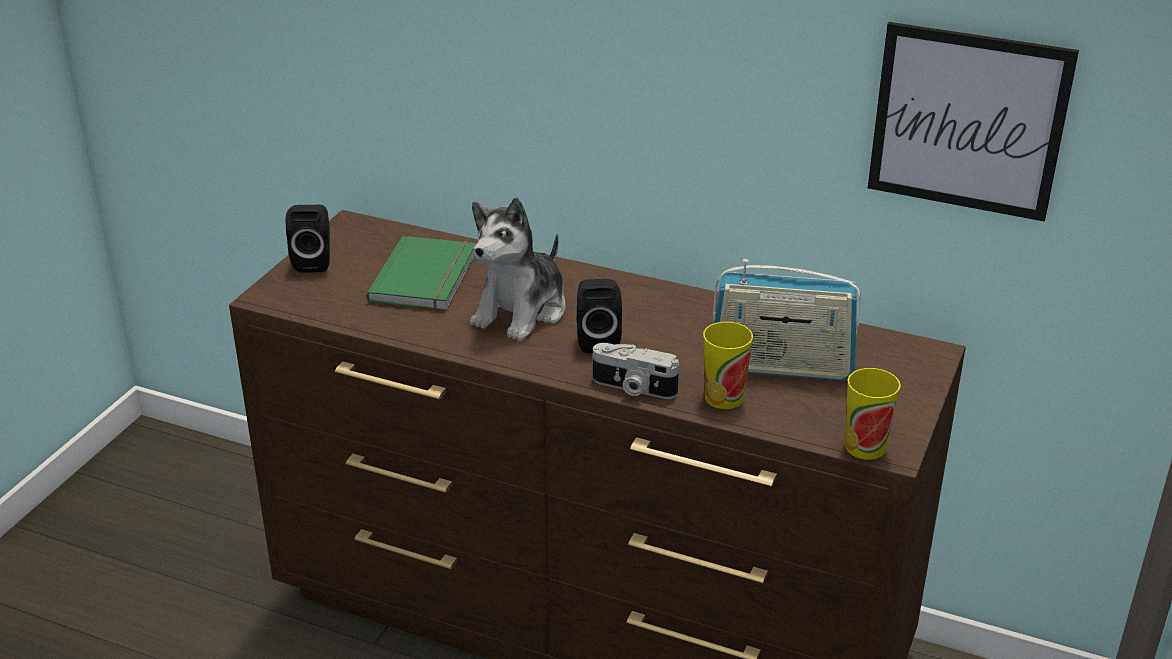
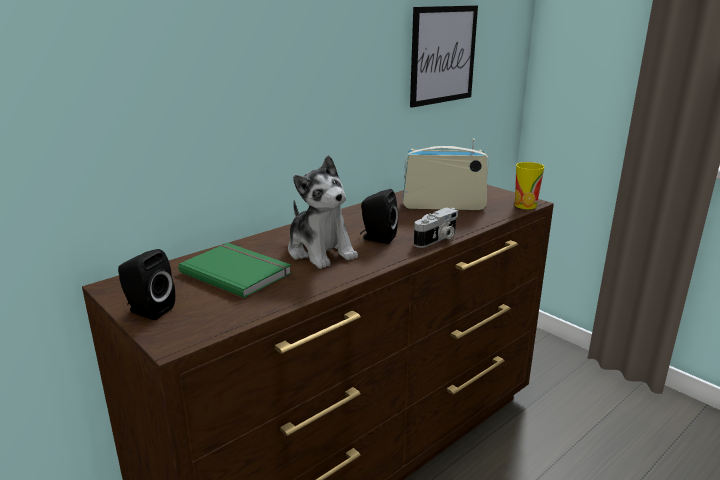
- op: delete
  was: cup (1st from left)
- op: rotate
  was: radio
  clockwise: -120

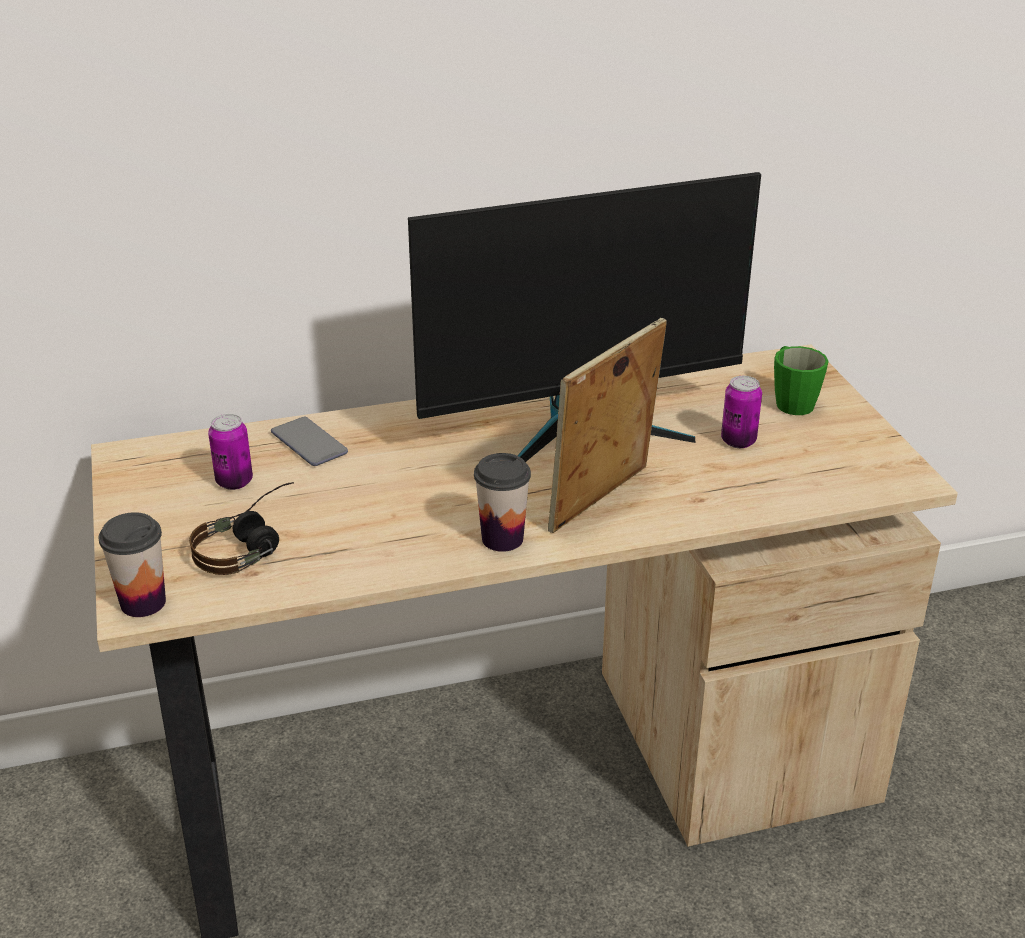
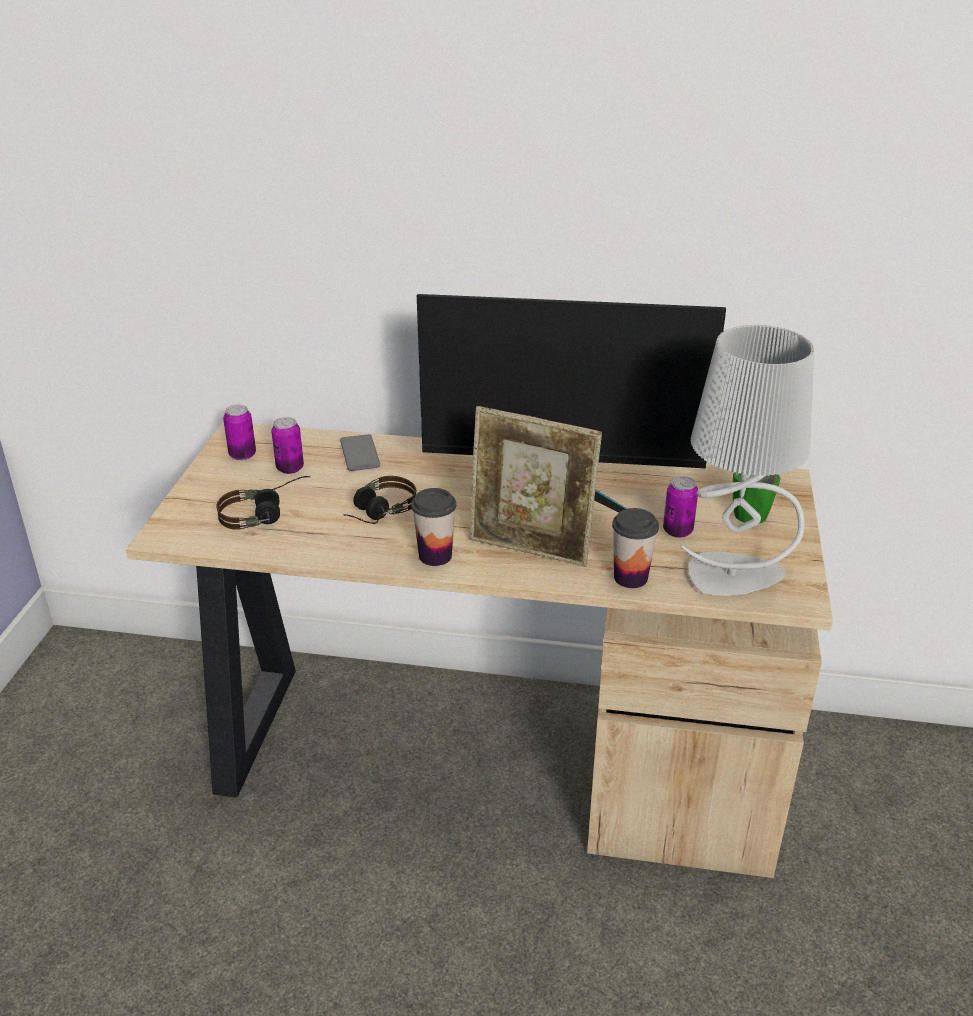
- op: move
  was: cup (1st from left in the first image)
  now: cup (2nd from left)
- op: rotate
  was: picture frame
  clockwise: -135
- op: insert
  now: can (1st from left)
- op: insert
  now: headphones (2nd from left)
- op: insert
  now: table lamp (grey)

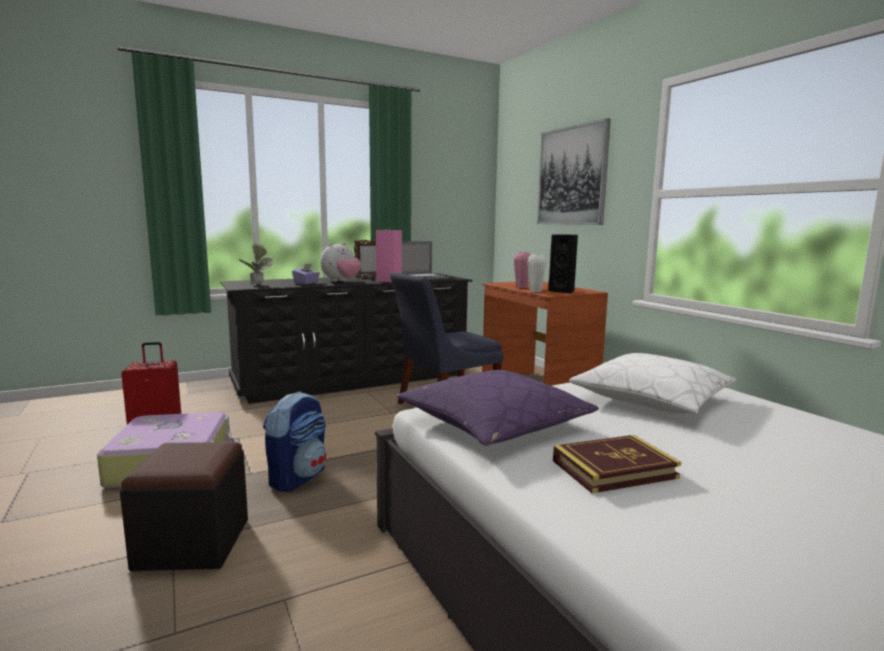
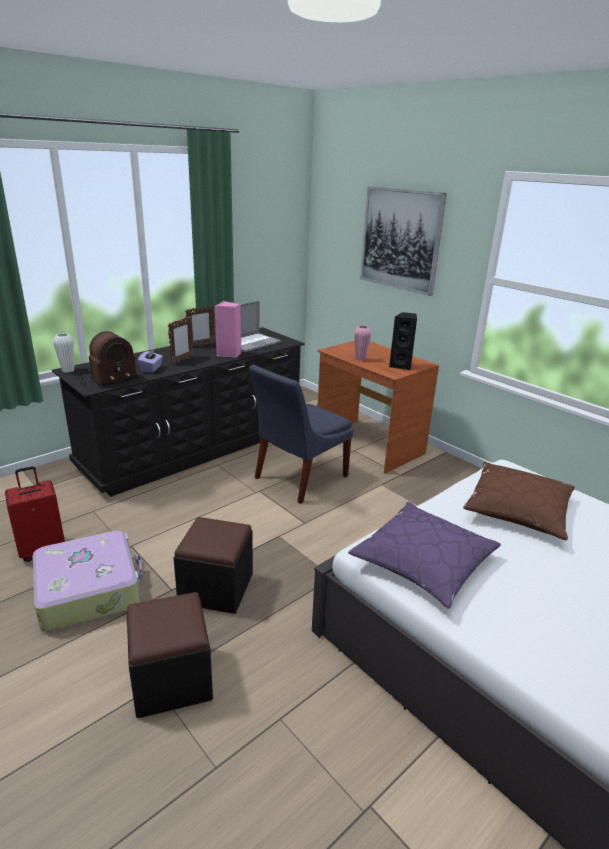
- op: replace
  was: potted plant
  now: radio
- op: replace
  was: backpack
  now: ottoman (black) (2nd from left)
- op: replace
  was: plush toy
  now: picture frame (1st from left)
- op: move
  was: vase (white)
- op: delete
  was: book
- op: recolor
  was: pillow (white)
  now: pillow (brown)

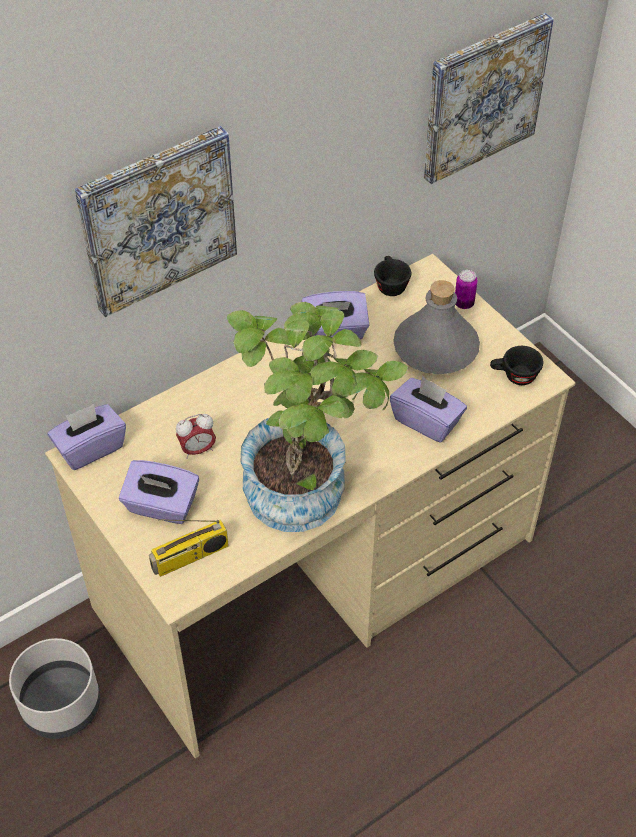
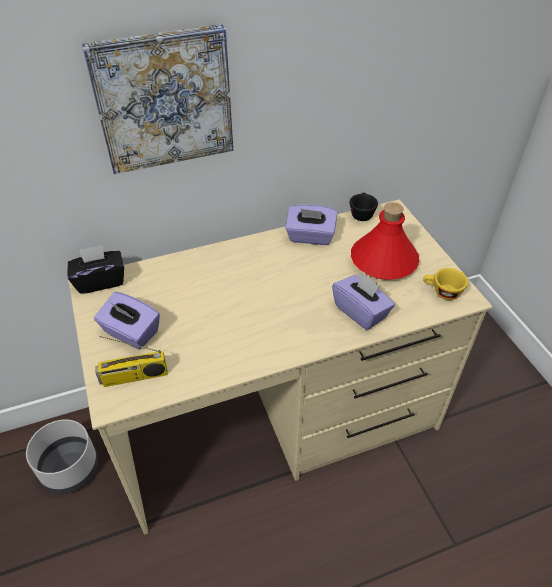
- op: recolor
  was: tissue box (purple) (1st from left)
  now: tissue box (black)
- op: delete
  was: alarm clock
- op: delete
  was: potted plant
- op: recolor
  was: bottle (grey)
  now: bottle (red)
- op: delete
  was: picture (2nd from left)
- op: delete
  was: can
- op: recolor
  was: cup (black) (2nd from left)
  now: cup (yellow)

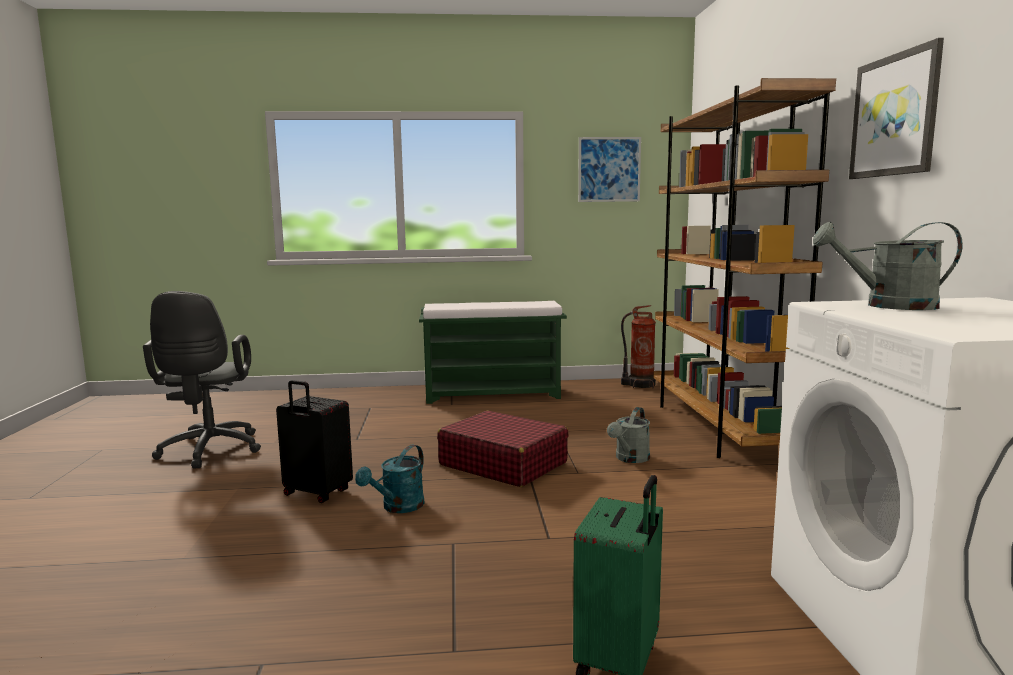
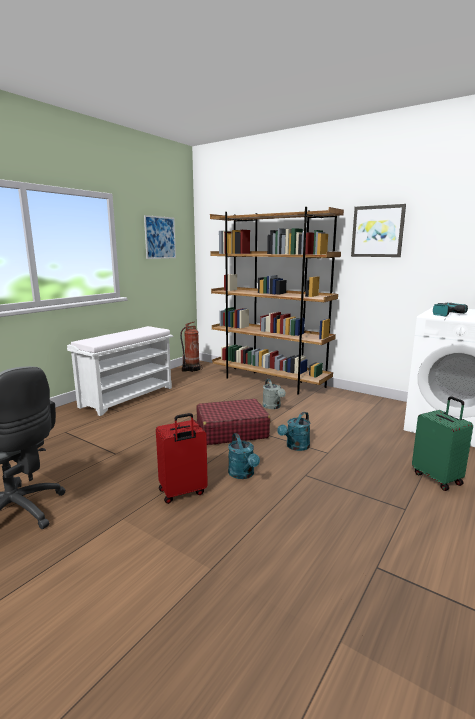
- op: recolor
  was: suitcase (black)
  now: suitcase (red) (1st from left)
- op: recolor
  was: bench (green)
  now: bench (white)
- op: replace
  was: watering can (grey) (2nd from left)
  now: power drill
- op: insert
  now: watering can (turquoise) (2nd from left)

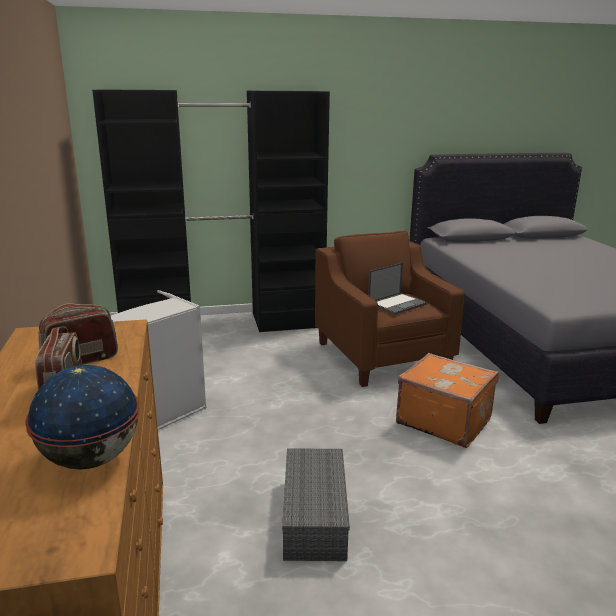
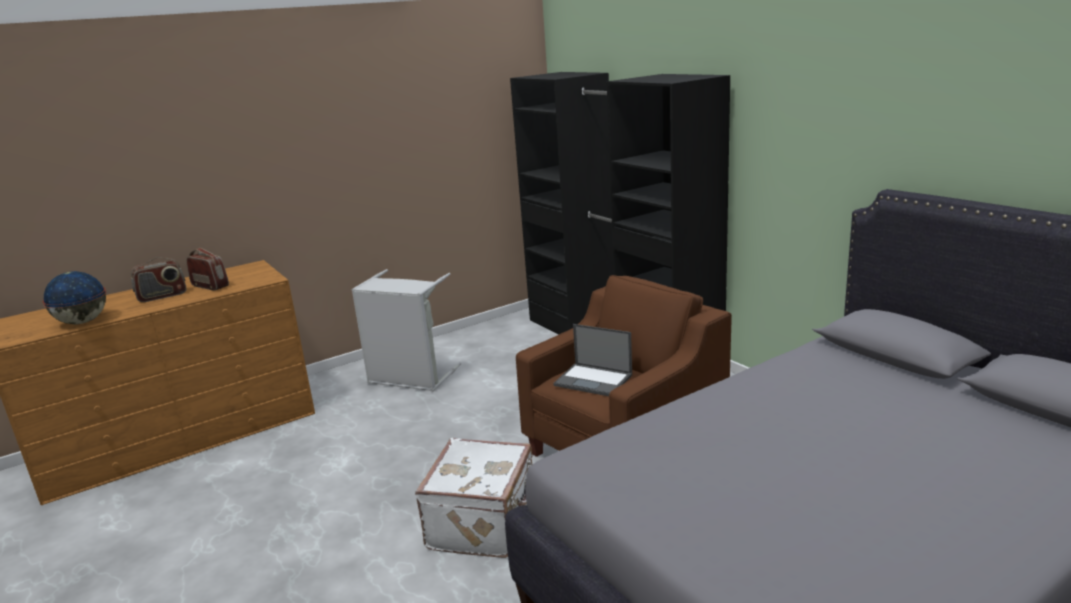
- op: delete
  was: storage box (grey)
- op: recolor
  was: suitcase (orange)
  now: suitcase (white)

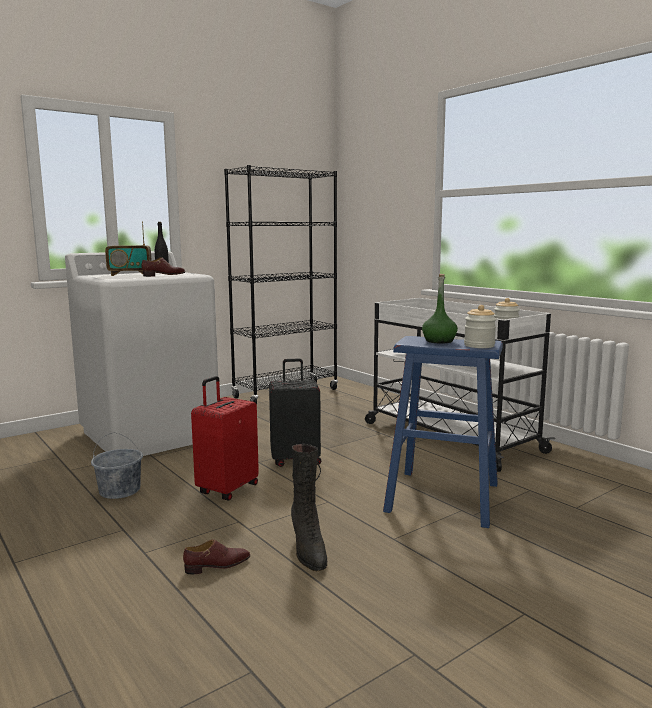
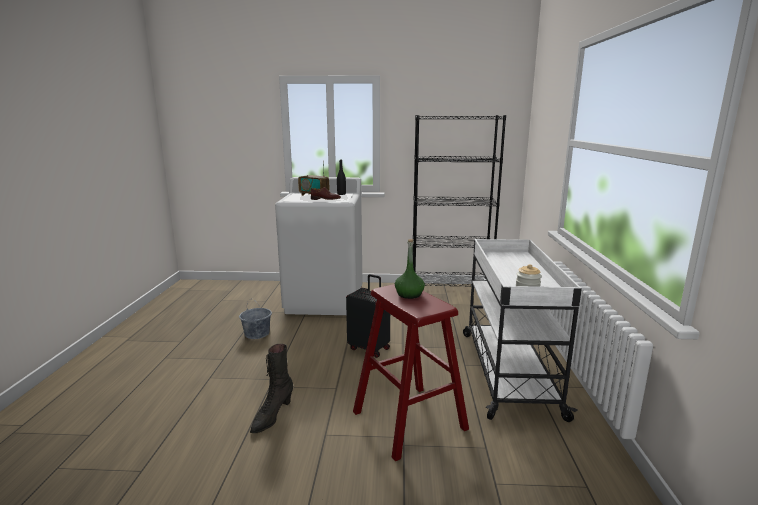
- op: delete
  was: shoe (brown) (2nd from left)
- op: delete
  was: suitcase (red)
- op: recolor
  was: stool (blue)
  now: stool (red)
- op: delete
  was: jar (1st from left)

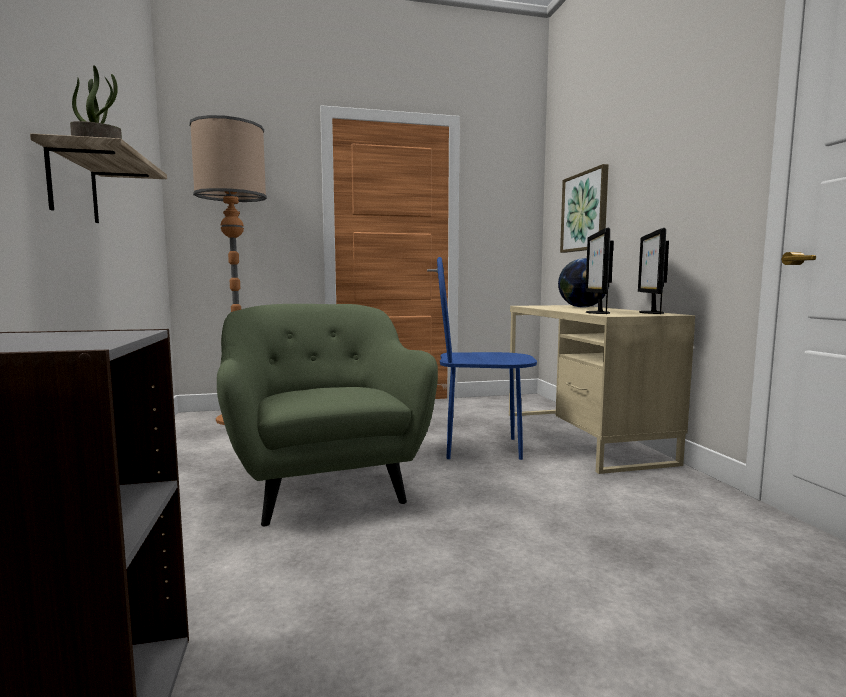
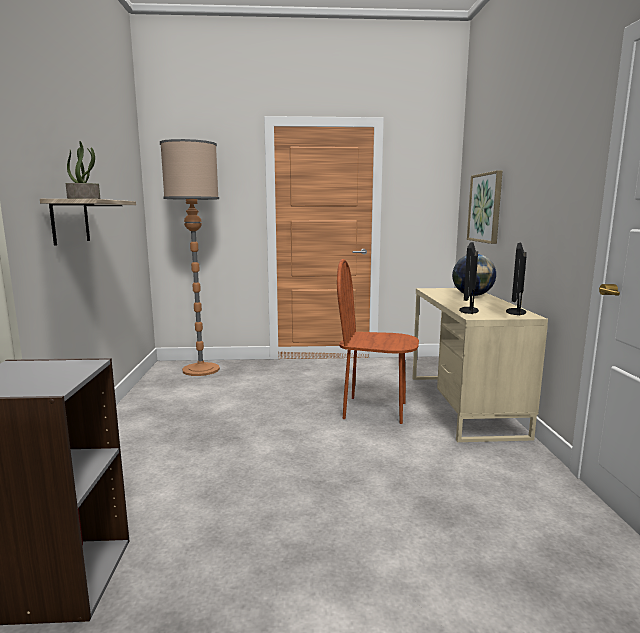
- op: delete
  was: armchair (green)
- op: recolor
  was: chair (blue)
  now: chair (brown)

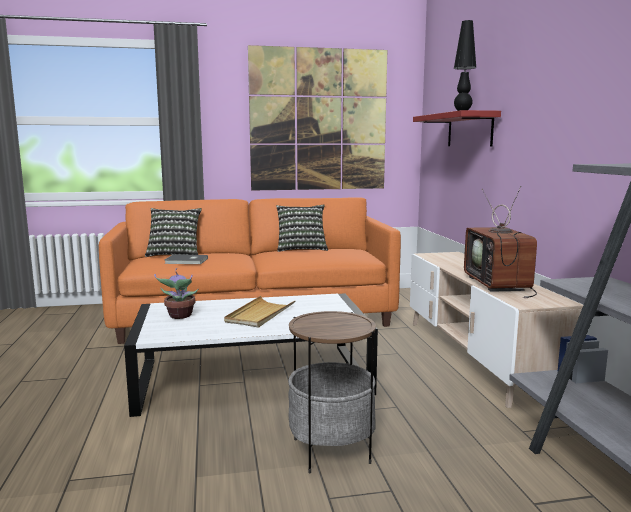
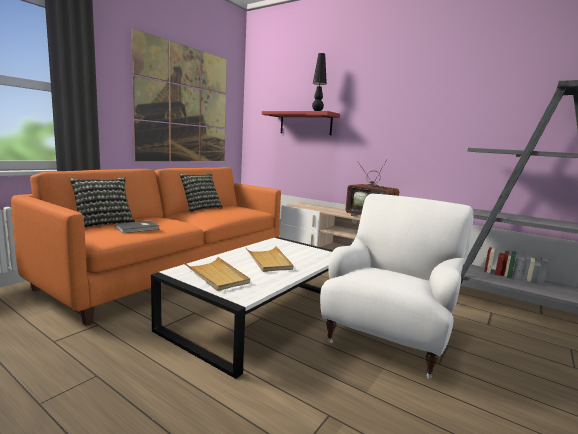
- op: replace
  was: potted plant
  now: tray (beige) (1st from left)
- op: replace
  was: side table
  now: armchair (white)

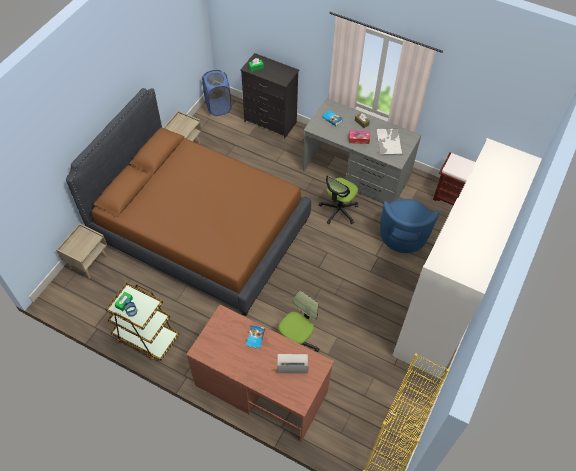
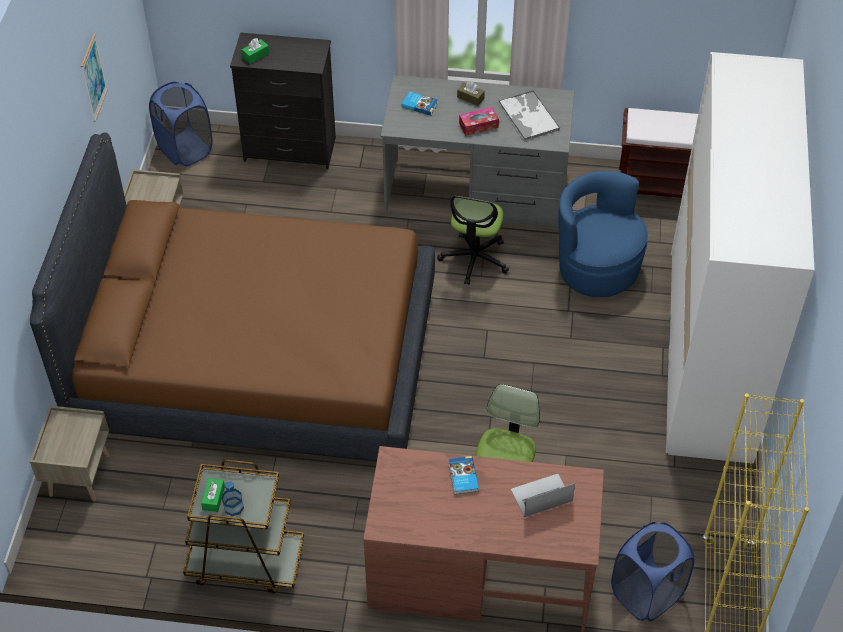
- op: rotate
  was: armchair (blue)
  clockwise: 150
- op: insert
  now: picture
- op: insert
  now: laundry basket (blue) (2nd from left)

